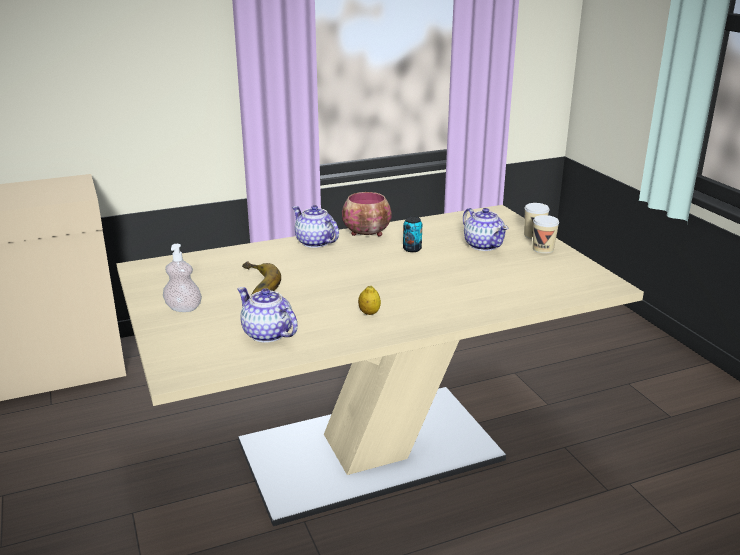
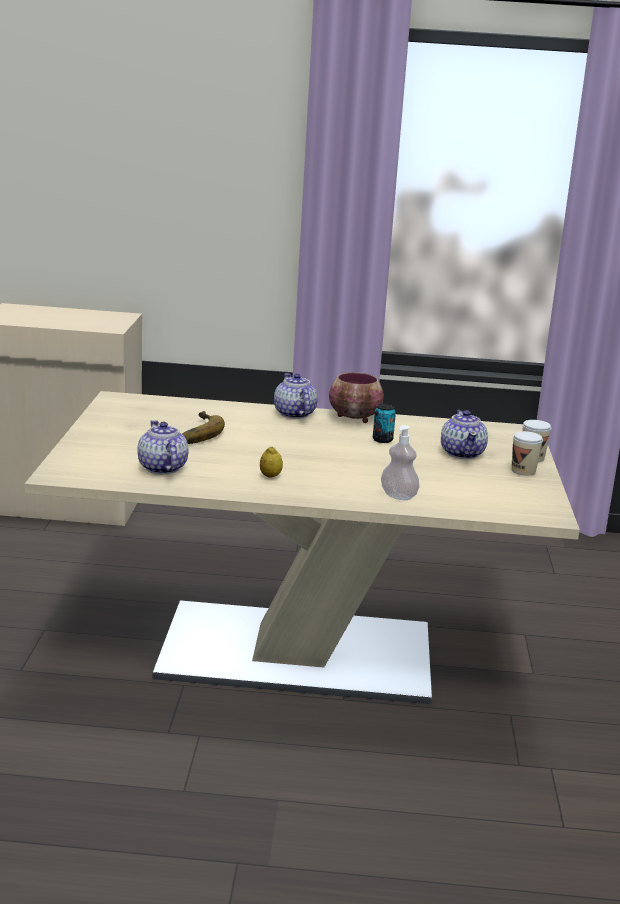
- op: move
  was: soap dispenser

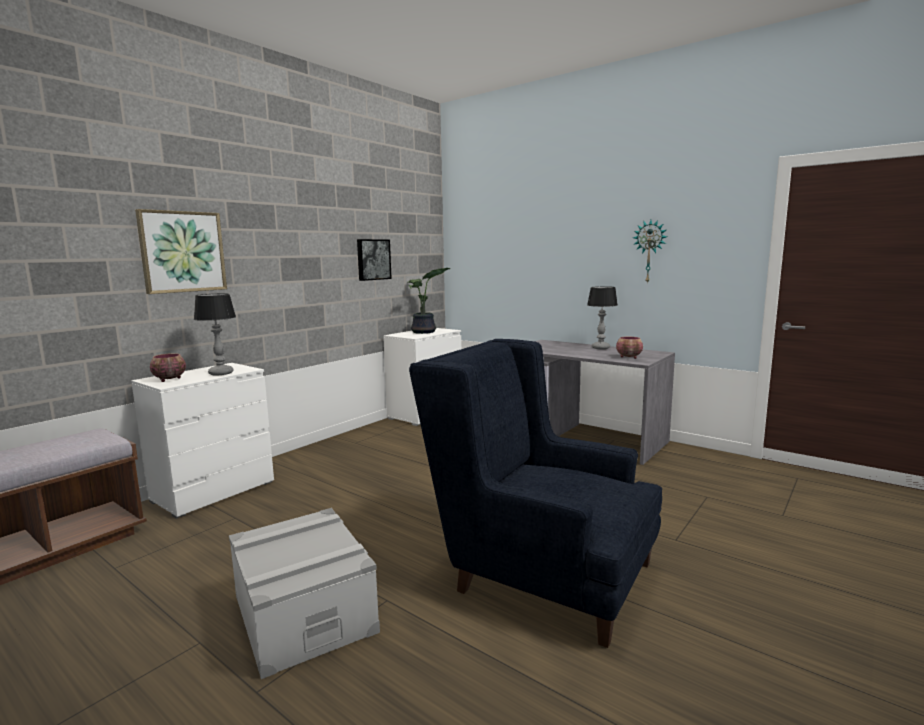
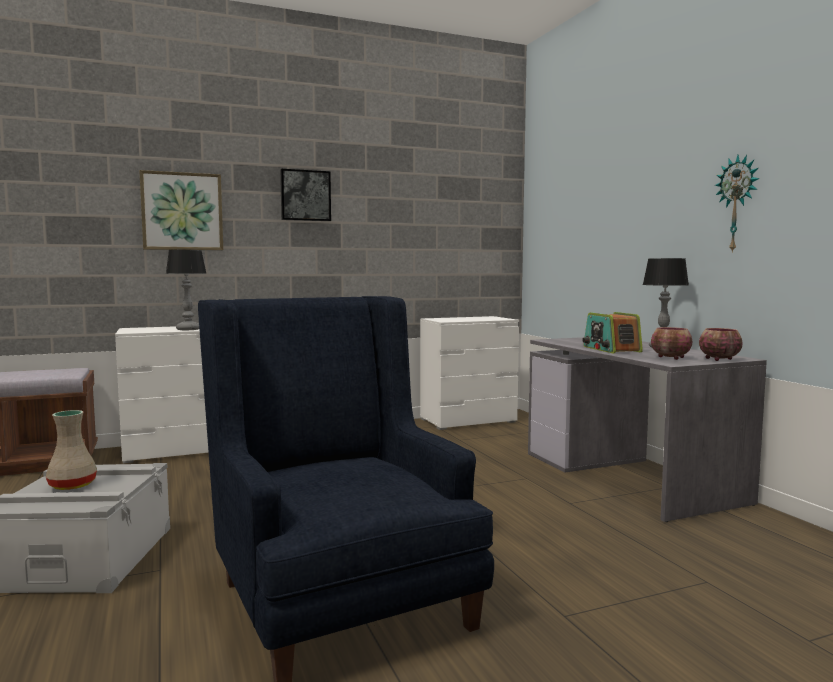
- op: move
  was: bowl (1st from left in the first image)
  now: bowl (2nd from left)
- op: move
  was: picture (2nd from left)
- op: delete
  was: potted plant
- op: insert
  now: vase (beige)
- op: insert
  now: radio

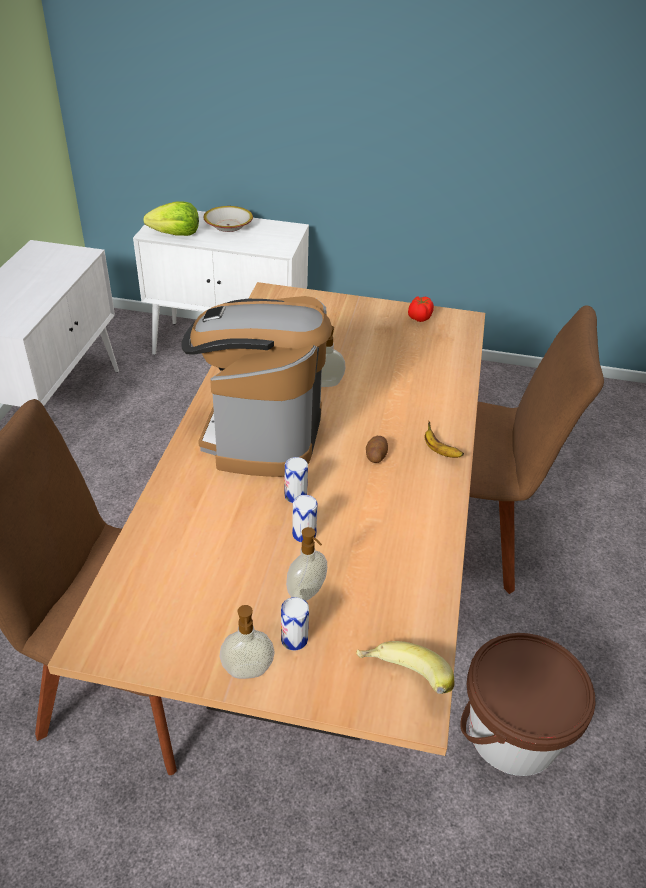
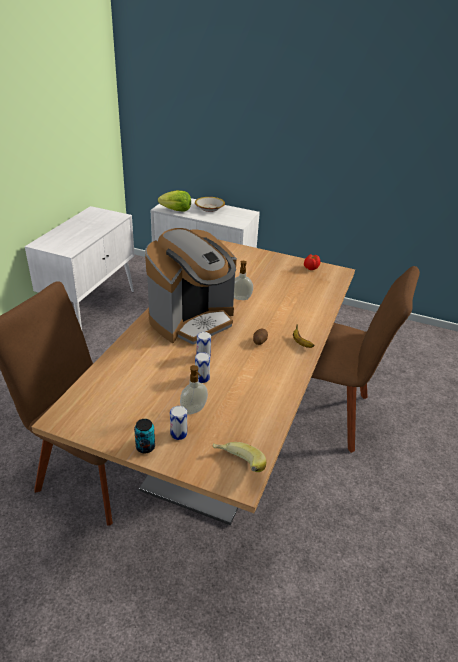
- op: rotate
  was: coffee machine
  clockwise: -150
- op: replace
  was: soap dispenser (1st from left)
  now: can (1st from left)
- op: delete
  was: bucket (brown)

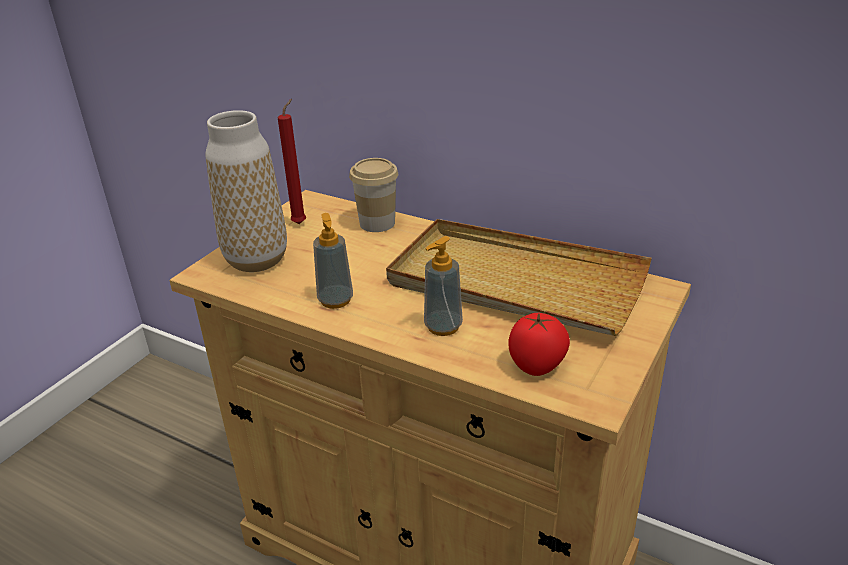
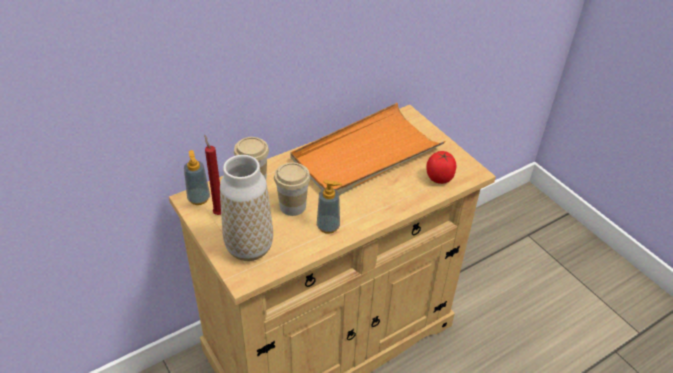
- op: recolor
  was: tray (beige)
  now: tray (orange)
- op: move
  was: soap dispenser (2nd from left in the first image)
  now: soap dispenser (1st from left)
- op: insert
  now: cup (2nd from left)

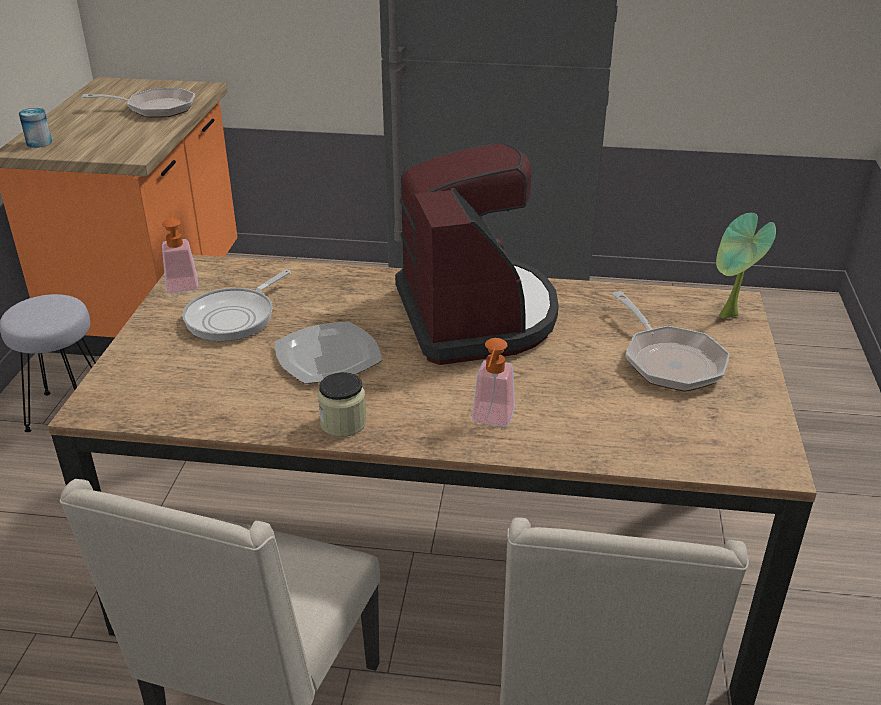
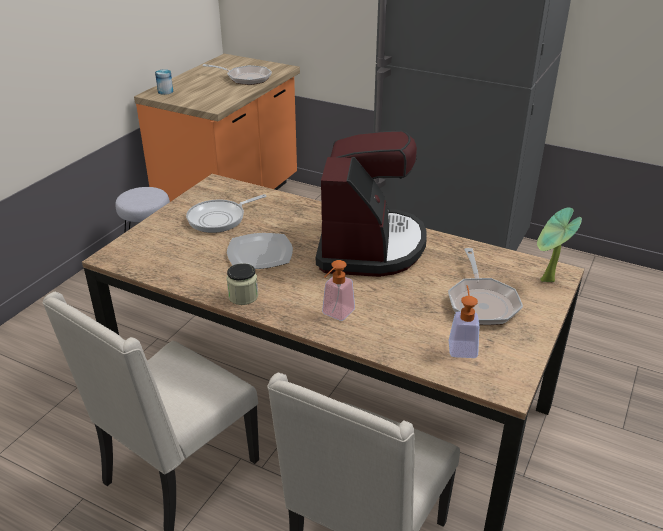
- op: move
  was: soap dispenser (1st from left in the first image)
  now: soap dispenser (2nd from left)

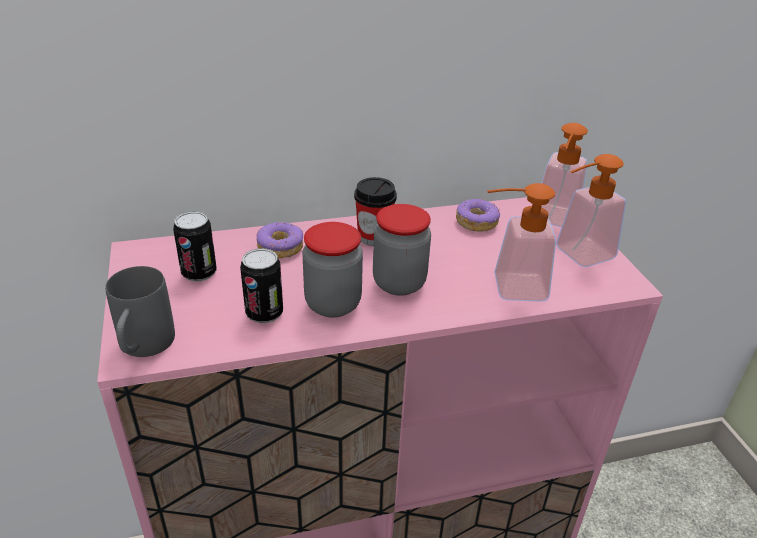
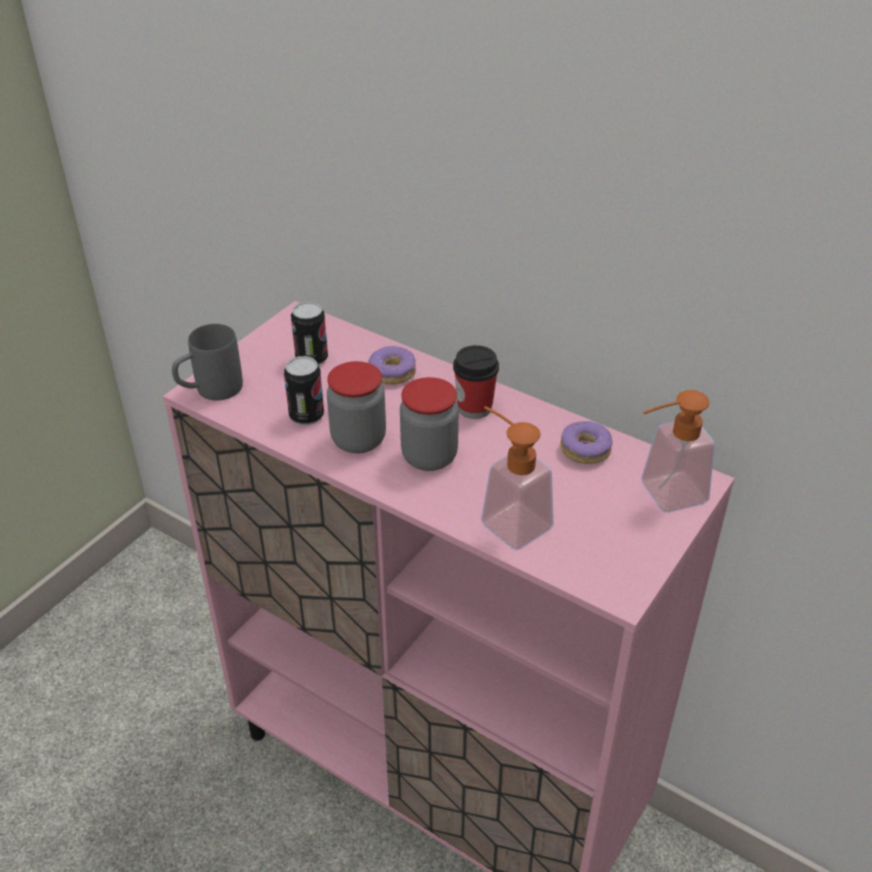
- op: delete
  was: soap dispenser (3rd from left)

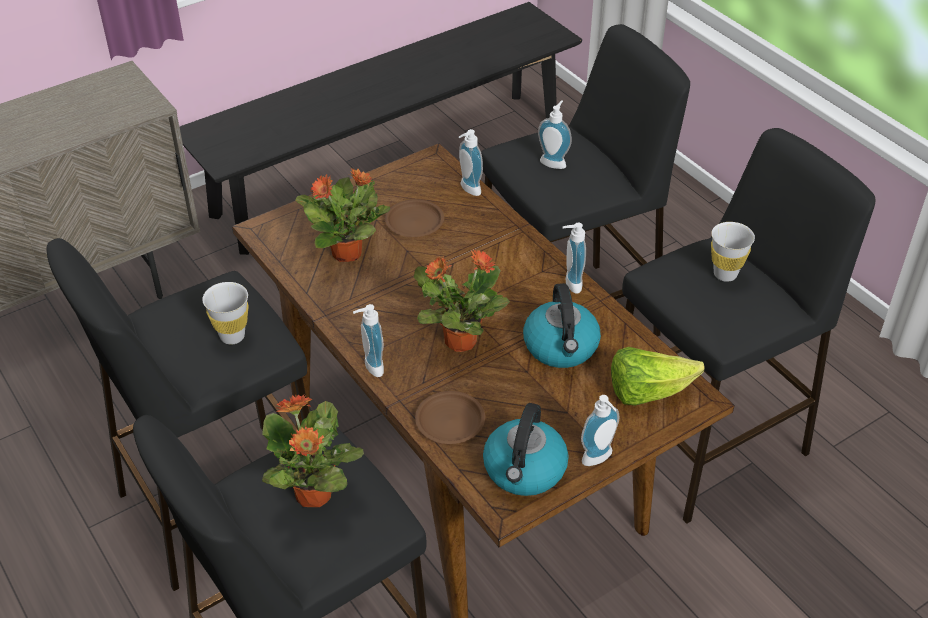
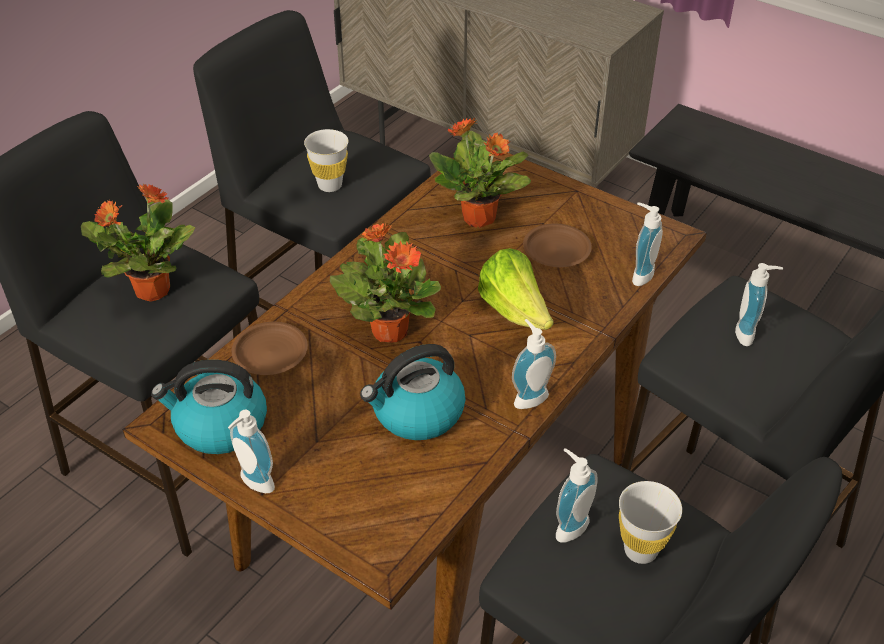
- op: move
  was: soap dispenser (1st from left in the first image)
  now: soap dispenser (3rd from left)
- op: move
  was: lettuce

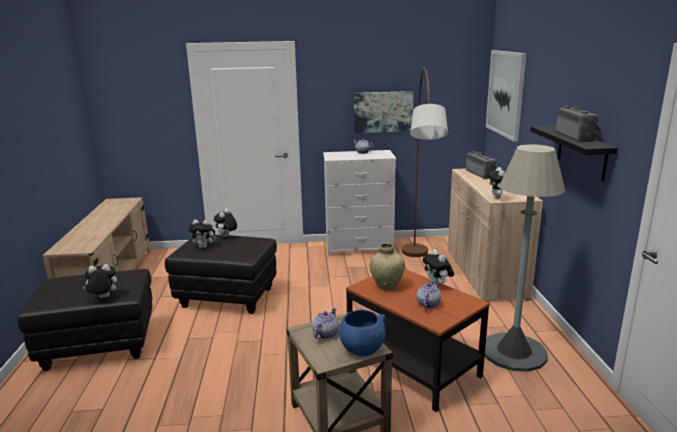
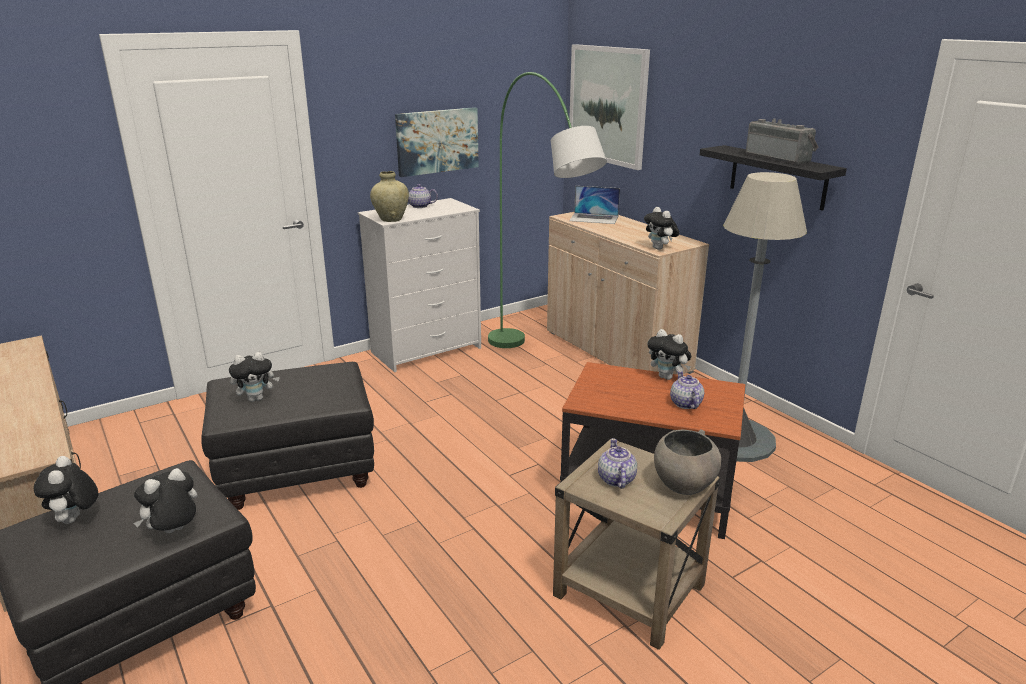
- op: move
  was: plush toy (3rd from left in the first image)
  now: plush toy (1st from left)
- op: recolor
  was: bowl (blue)
  now: bowl (grey)
- op: move
  was: vase (beige)
- op: recolor
  was: floor lamp (brown)
  now: floor lamp (green)
- op: replace
  was: radio (1st from left)
  now: laptop

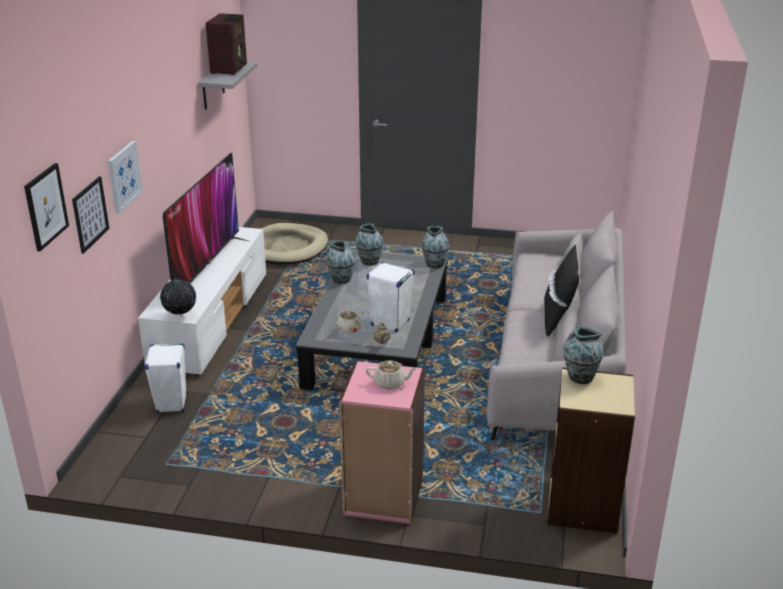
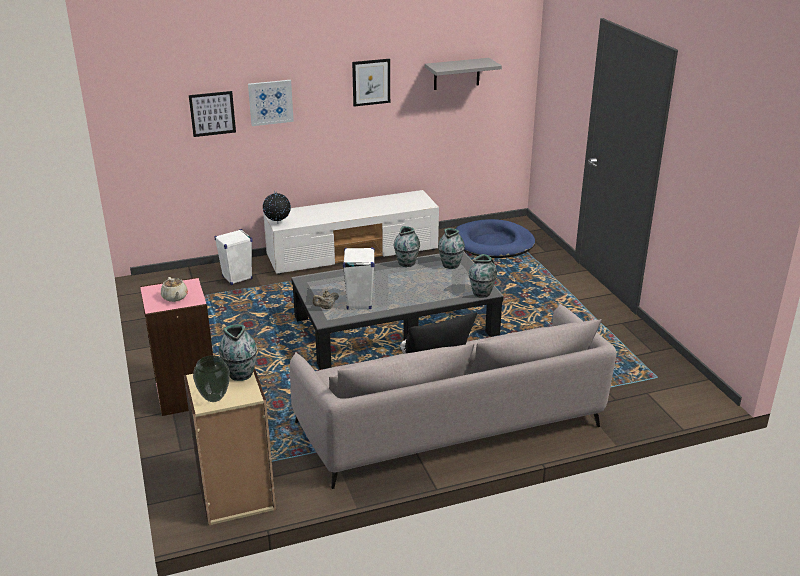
- op: move
  was: picture (1st from left in the first image)
  now: picture (3rd from left)
- op: delete
  was: television
- op: delete
  was: radio
- op: recolor
  was: dog bed (beige)
  now: dog bed (blue)
- op: delete
  was: teapot (beige) (1st from left)
- op: insert
  now: vase (1st from left)

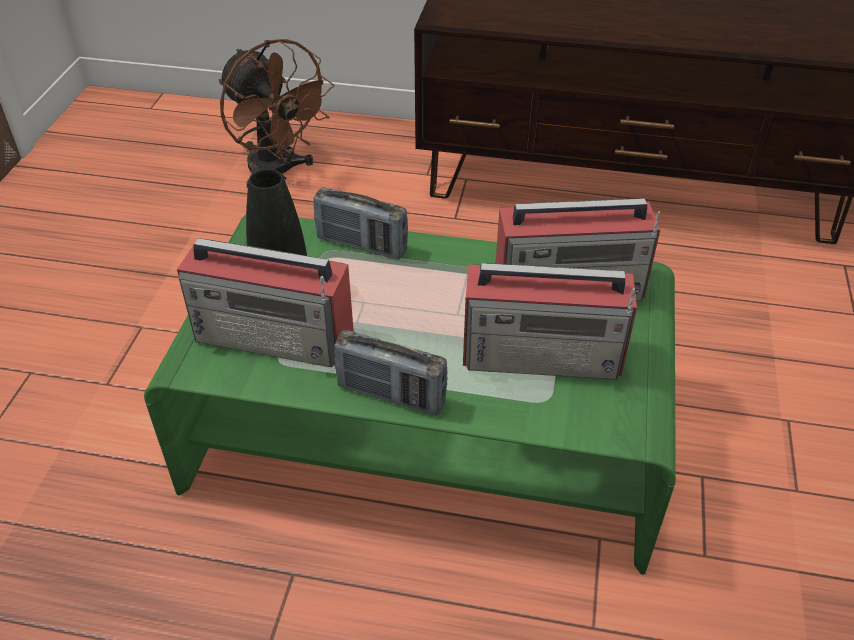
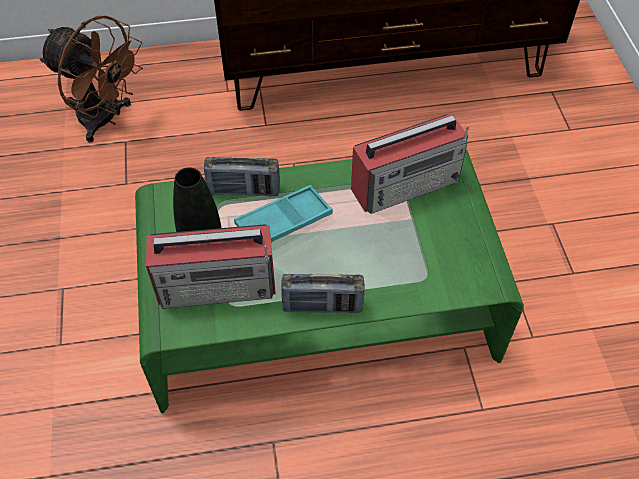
- op: delete
  was: radio (4th from left)
- op: insert
  now: tray (turquoise)

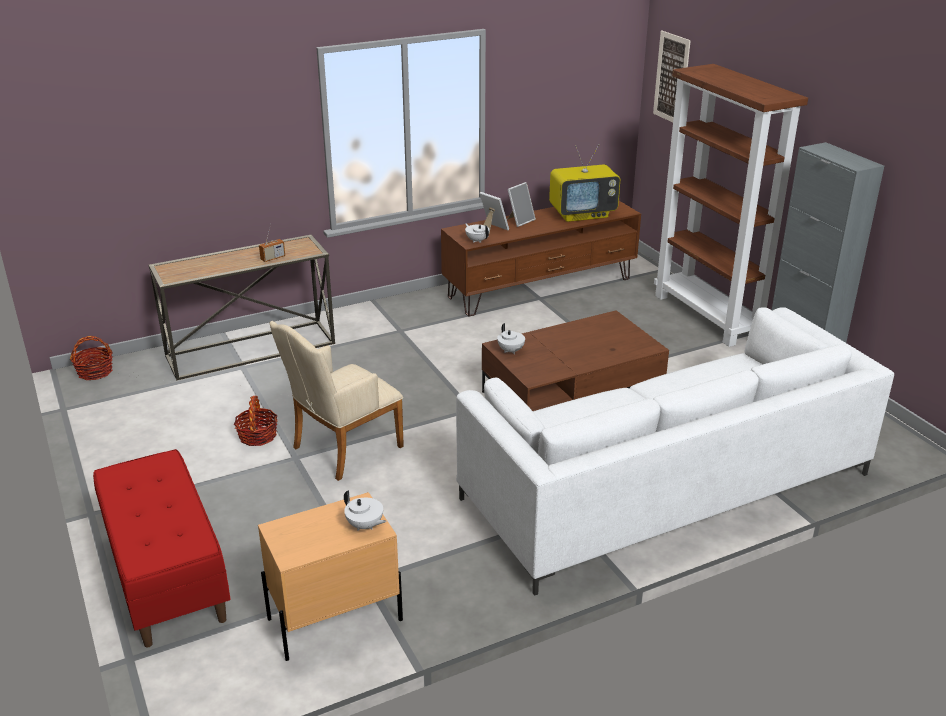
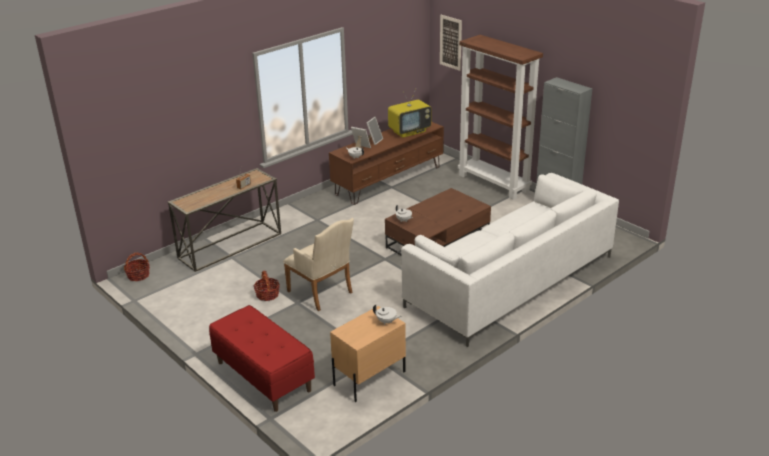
- op: rotate
  was: armchair (beige)
  clockwise: -75

